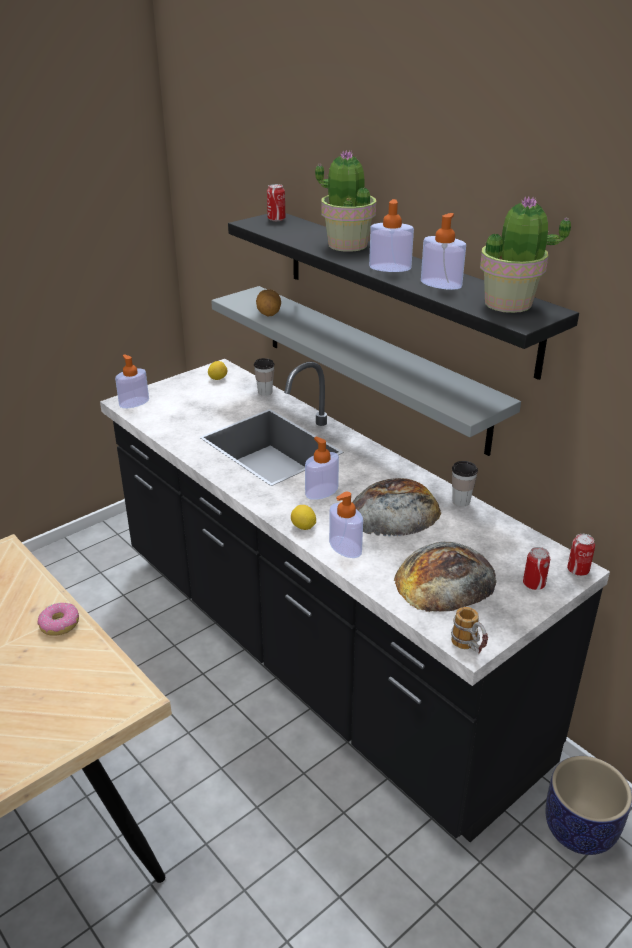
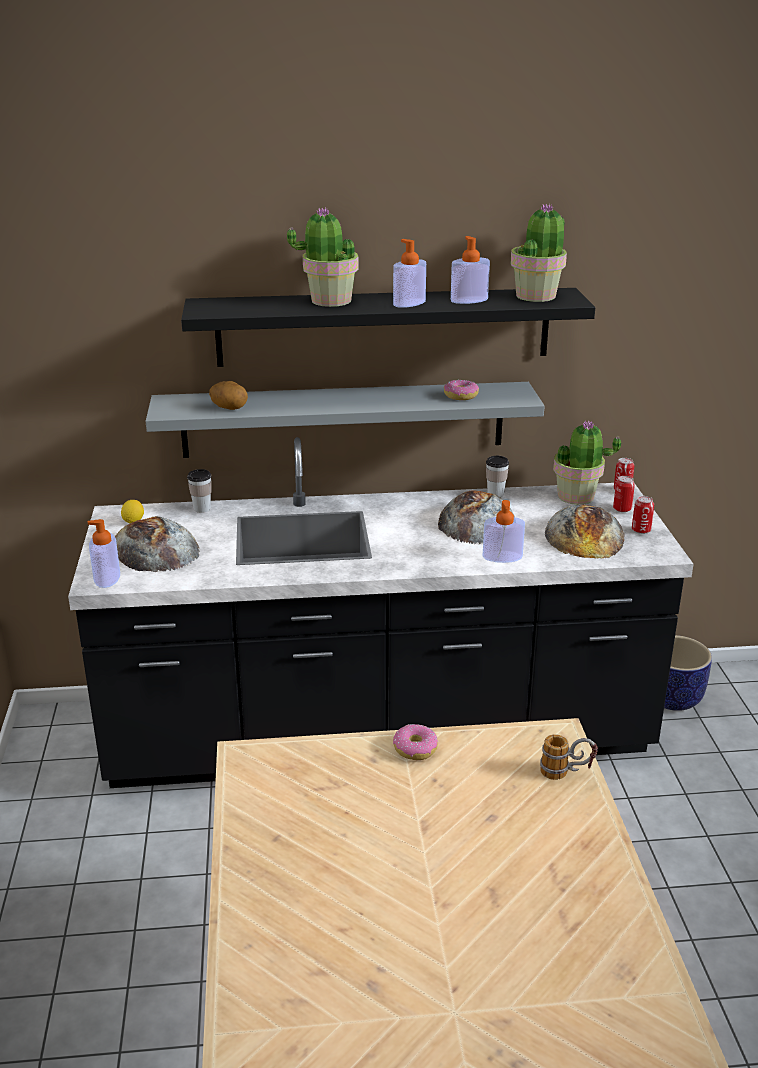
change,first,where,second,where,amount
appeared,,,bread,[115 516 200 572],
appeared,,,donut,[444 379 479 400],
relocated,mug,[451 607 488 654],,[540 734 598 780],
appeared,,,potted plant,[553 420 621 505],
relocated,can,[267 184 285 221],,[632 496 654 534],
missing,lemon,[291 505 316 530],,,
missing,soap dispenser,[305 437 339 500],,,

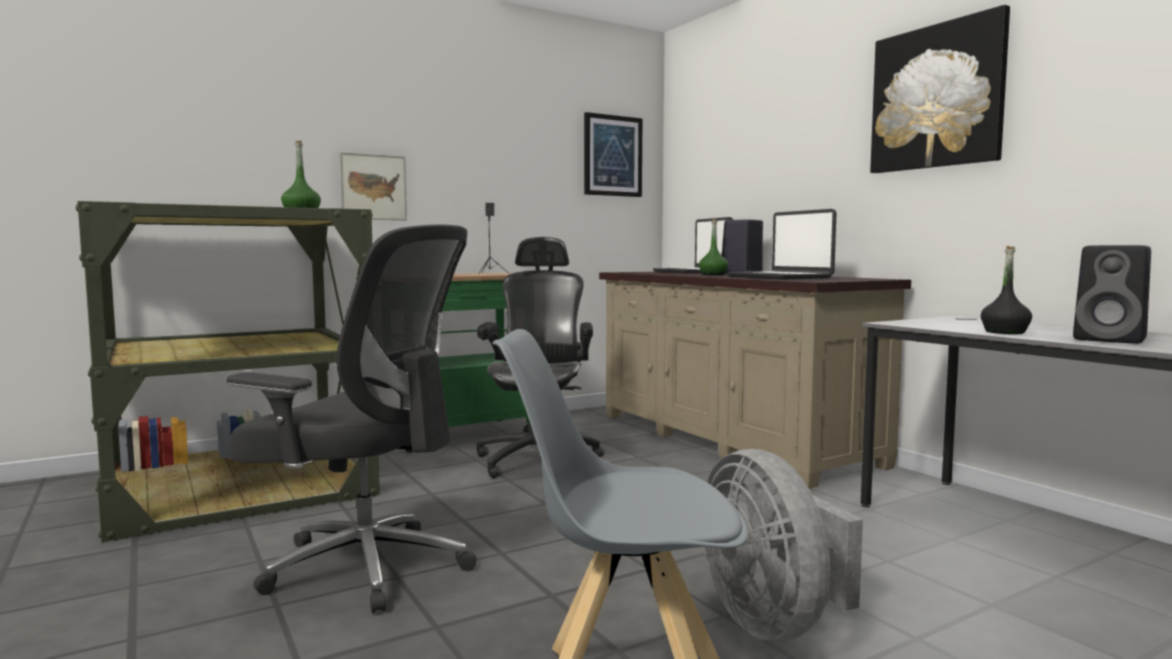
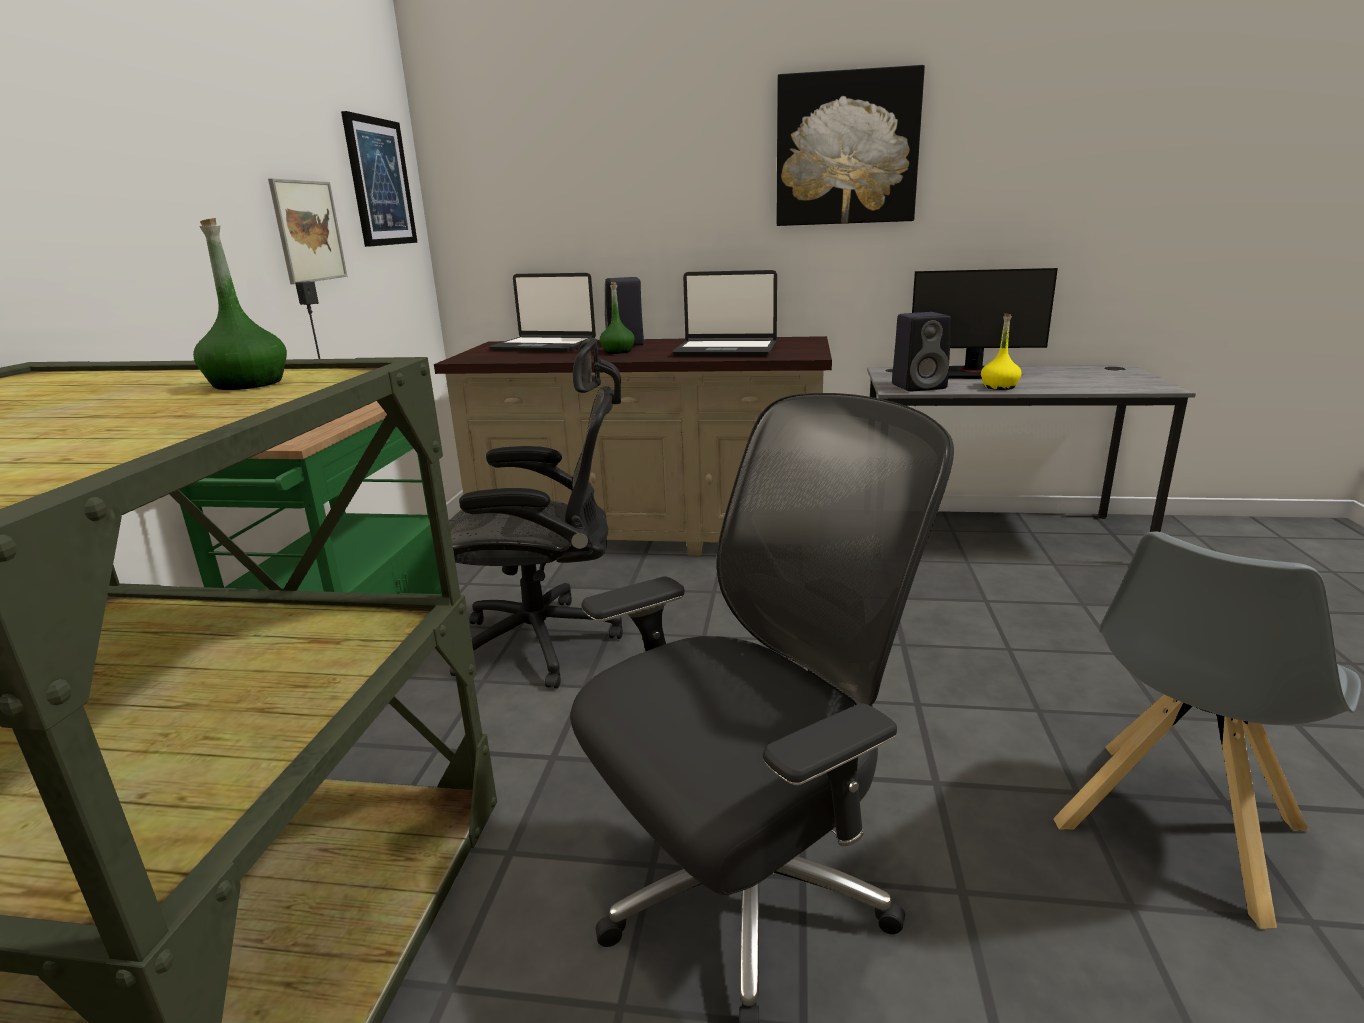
change,first,where,second,where,amount
relocated,picture,[339 152 407 220],,[268 178 347 284],
spun,office chair,[476 237 605 478],,[450 338 623 688],135 degrees clockwise
relocated,speaker/black,[1073 245 1151 344],,[892 312 951 392],
appeared,,,monitor,[912 268 1058 379],
colour,bottle/black,[981 246 1032 334],bottle/yellow,[981 313 1021 390],
missing,fan/grey,[704 449 863 642],,,

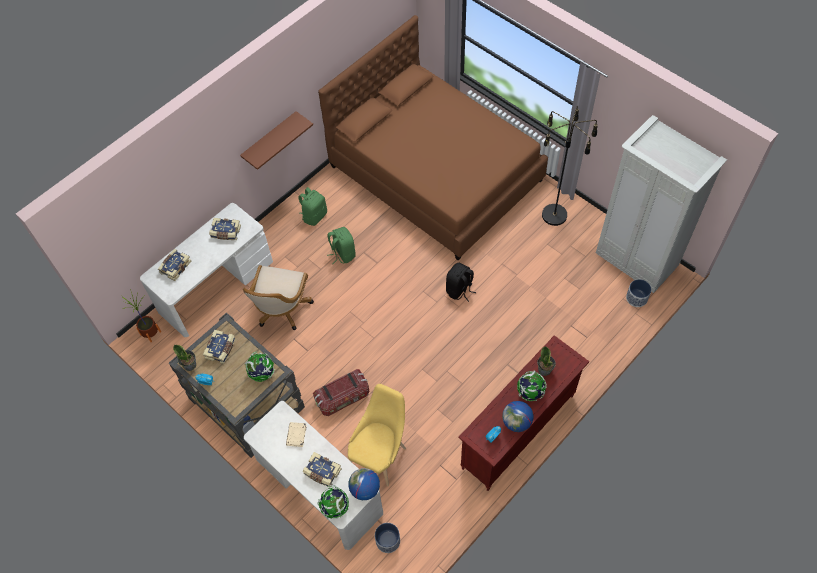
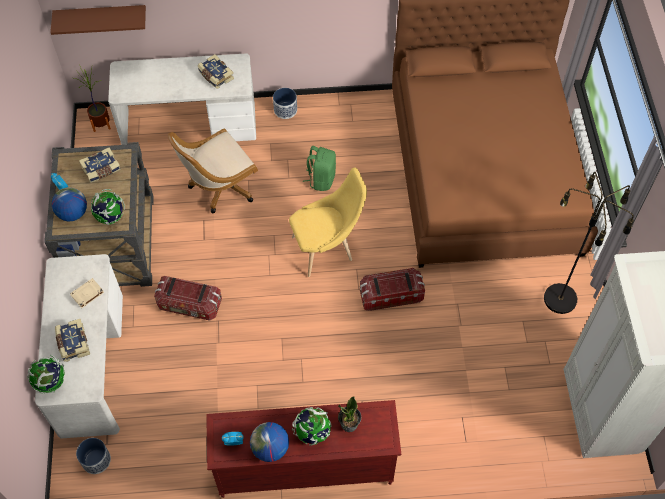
change,first,where,second,where,amount
relocated,shelf/brown,[240 111 313 170],,[50 5 146 35],
relocated,globe,[348 468 380 500],,[52 187 87 221],
relocated,planter,[626 279 651 307],,[273 88 297 119],
relocated,chair/yellow,[348 384 406 487],,[289 167 367 277],
exchanged,backpack/black,[446 263 476 302],storage box,[360 268 425 311],
missing,book,[158 249 191 281],,,
missing,potted plant,[173 344 196 371],,,
missing,backpack/green,[298 187 327 226],,,

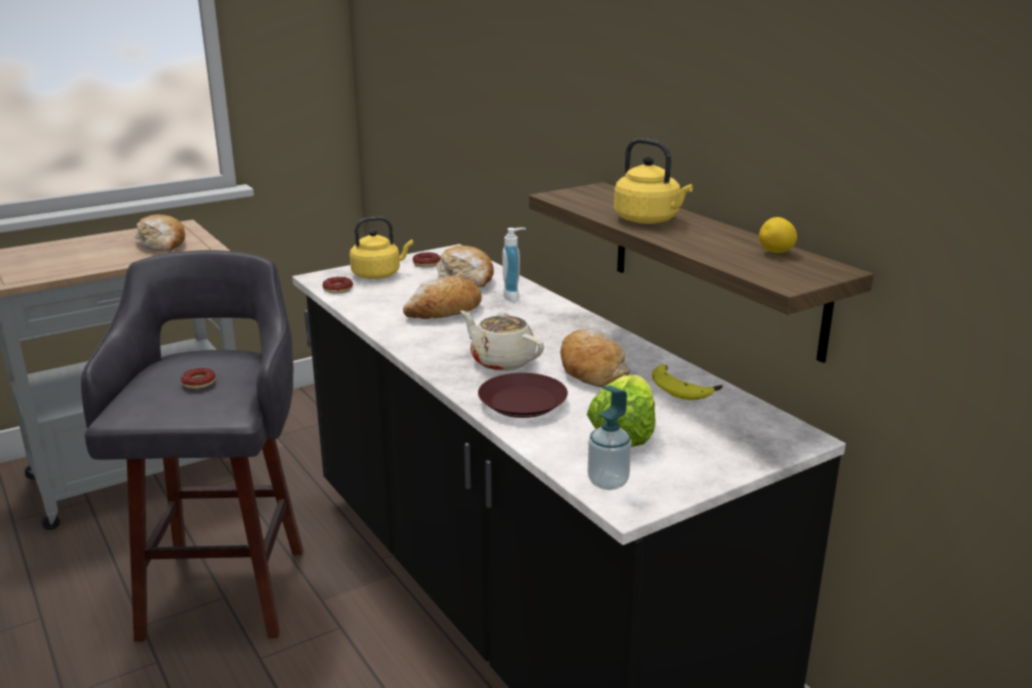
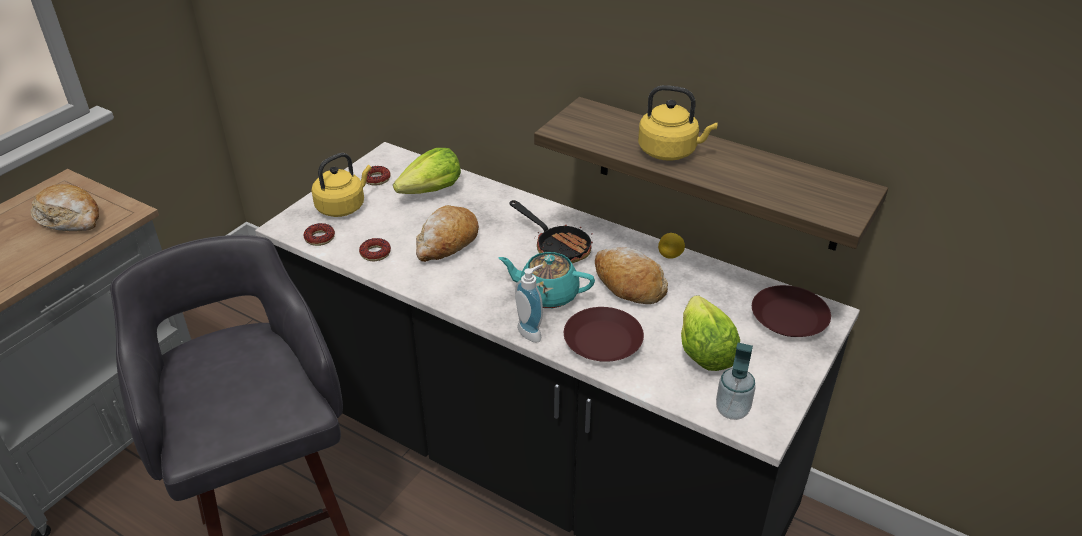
change,first,where,second,where,amount
relocated,donut,[181 368 216 389],,[359 238 391 261],
exchanged,bread,[436 245 494 287],lettuce,[393 148 461 194],
colour,teapot/beige,[460 311 544 371],teapot/turquoise,[498 252 595 308],
appeared,,,frying pan,[510 200 593 263],
relocated,soap dispenser,[502 228 526 302],,[515 264 543 343],
relocated,lemon,[759 217 797 253],,[658 233 685 259],
appeared,,,plate/brown,[752 285 831 337],
missing,banana,[652 364 723 400],,,

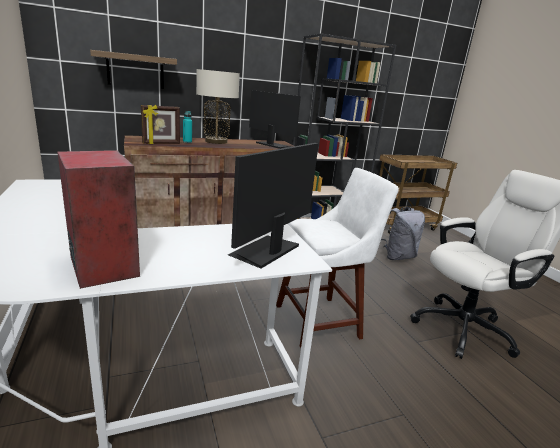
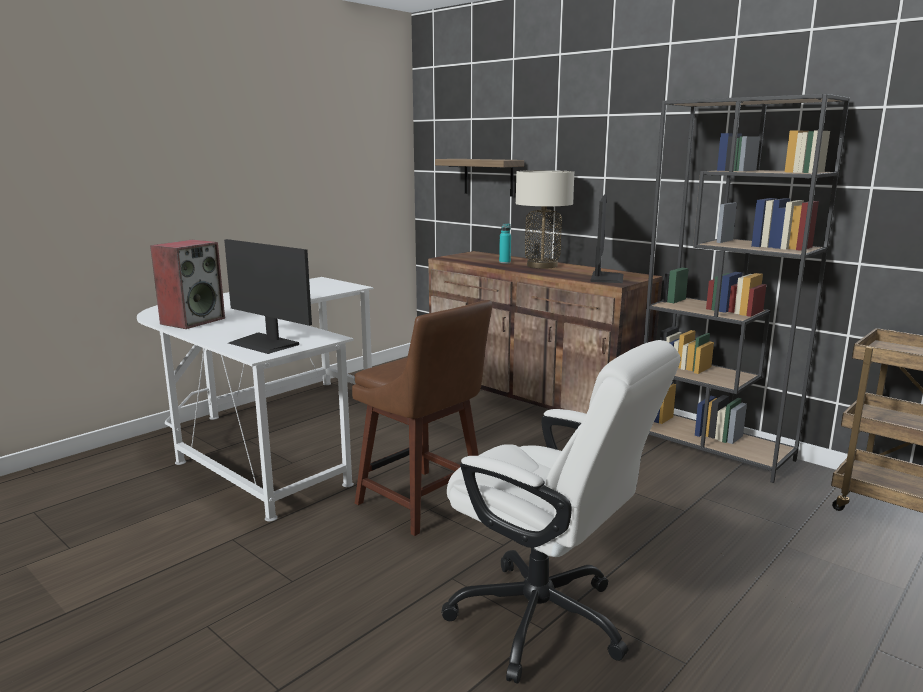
change,first,where,second,where,amount
spun,monitor,[228 143 319 269],,[224 239 312 354],150 degrees counterclockwise
colour,chair/white,[276 168 399 347],chair/brown,[352 300 492 536],
missing,picture frame,[141 105 180 144],,,
missing,backpack/grey,[381 207 425 260],,,

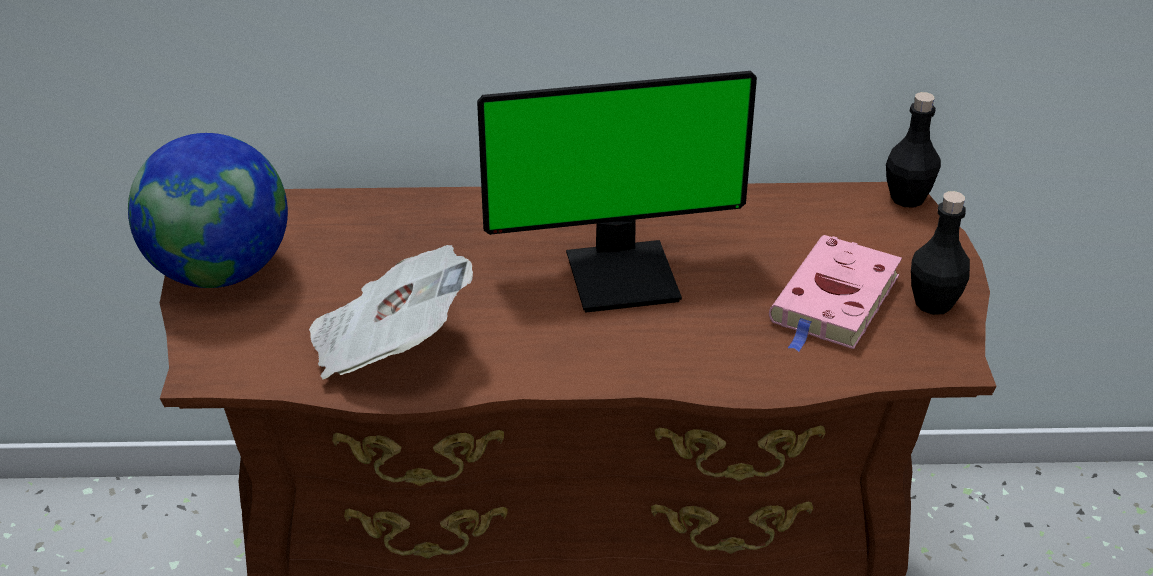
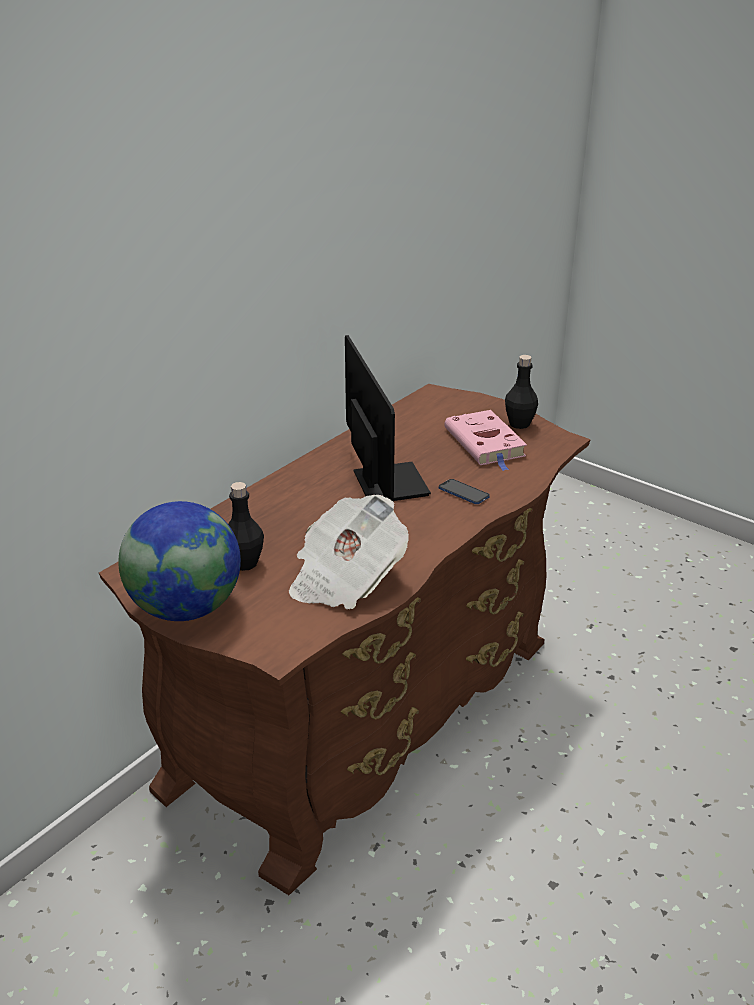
change,first,where,second,where,amount
relocated,bottle/black,[886 92 941 208],,[228 482 264 571],
spun,monitor,[477 71 757 313],,[345 335 431 502],45 degrees counterclockwise
appeared,,,phone,[439 479 490 504],

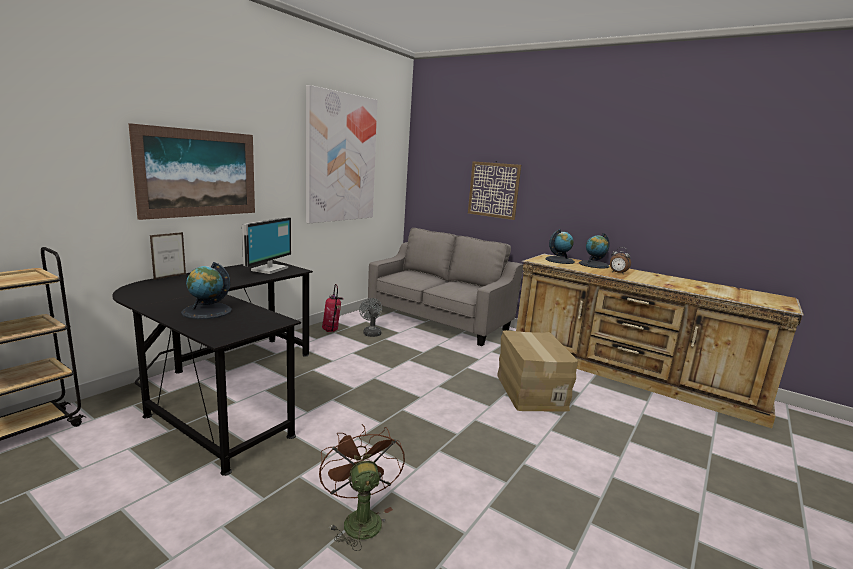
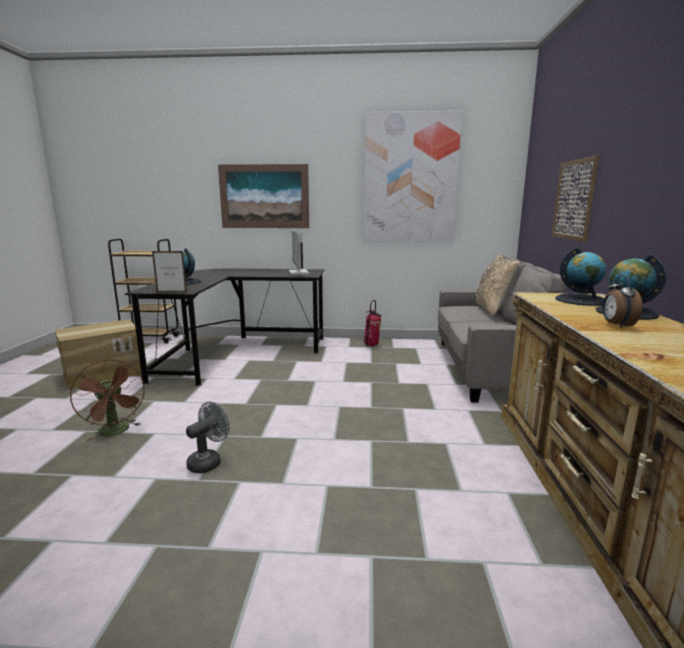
change,first,where,second,where,amount
relocated,cardboard box,[497 330 578 412],,[55 319 141 389],
spun,fan/brown,[319 424 405 551],,[70 359 145 441],105 degrees clockwise
relocated,picture frame,[150 232 186 280],,[152 251 187 293],
relocated,fan/grey,[359 298 382 337],,[186 402 229 473],
spun,monitor,[242 217 291 274],,[289 231 309 275],90 degrees counterclockwise
appeared,,,pillow/beige,[476 254 520 315],

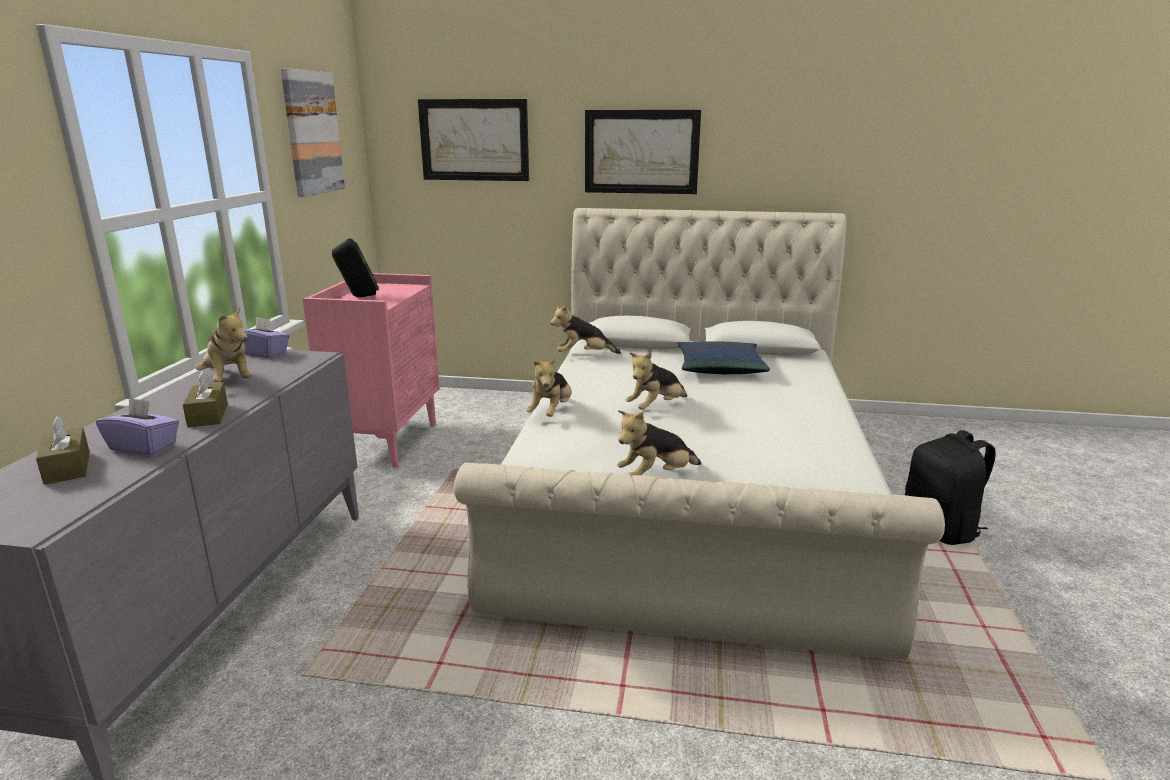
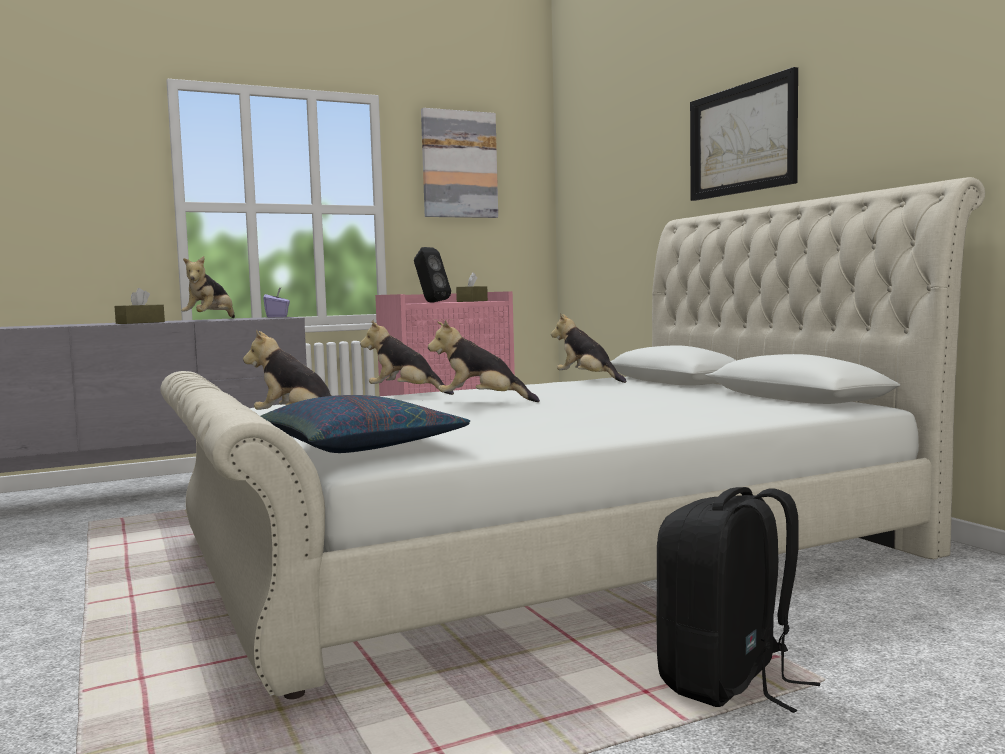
change,first,where,second,where,amount
relocated,pillow/blue,[677 341 770 374],,[260 395 470 453],
spun,plush toy,[526 357 572 417],,[360 321 454 395],45 degrees clockwise
relocated,tissue box/brown,[36 416 90 485],,[456 272 488 302],
missing,tissue box/purple,[96 398 179 456],,,
missing,picture,[418 99 529 181],,,

